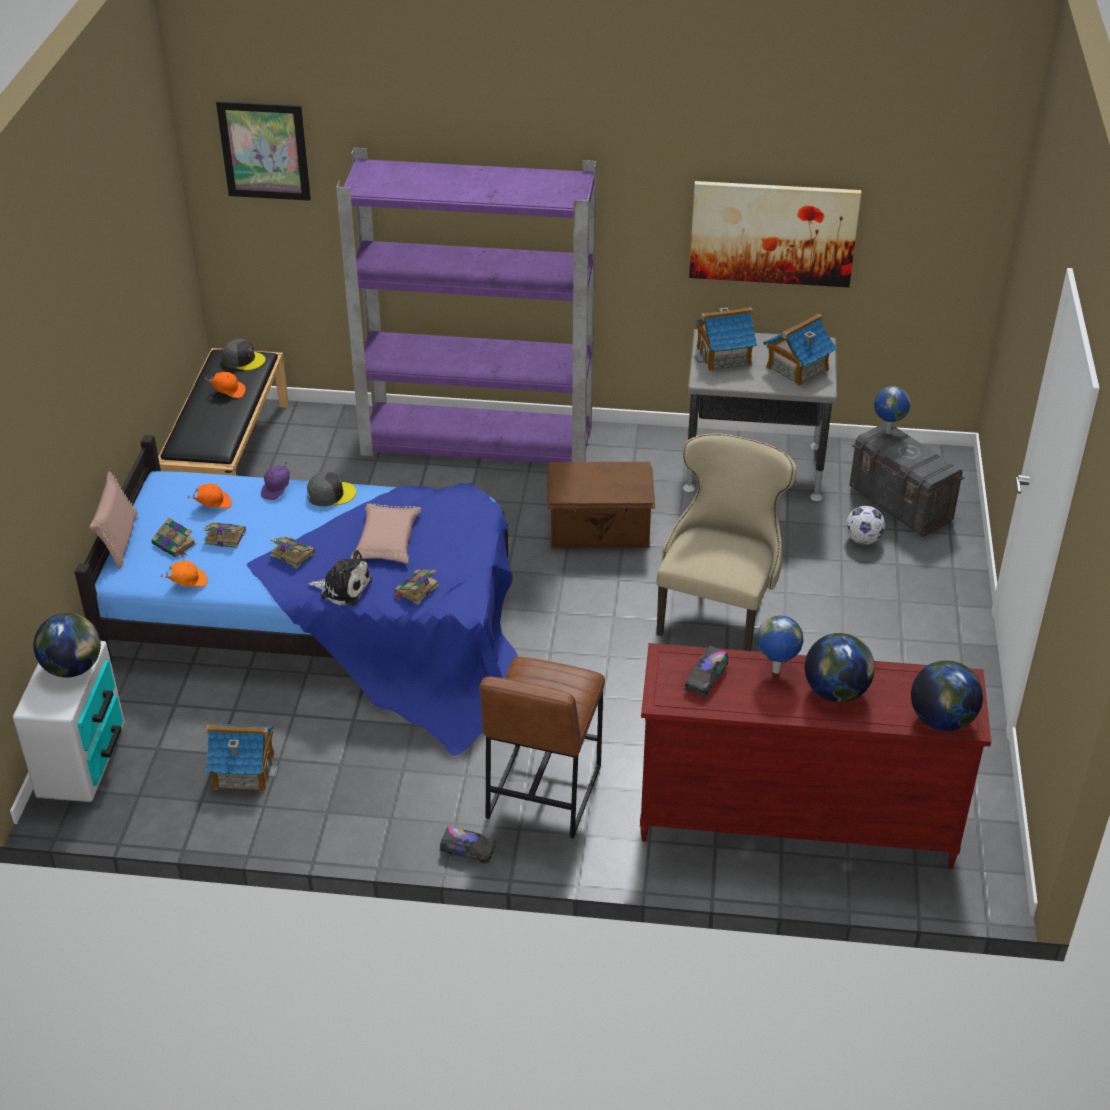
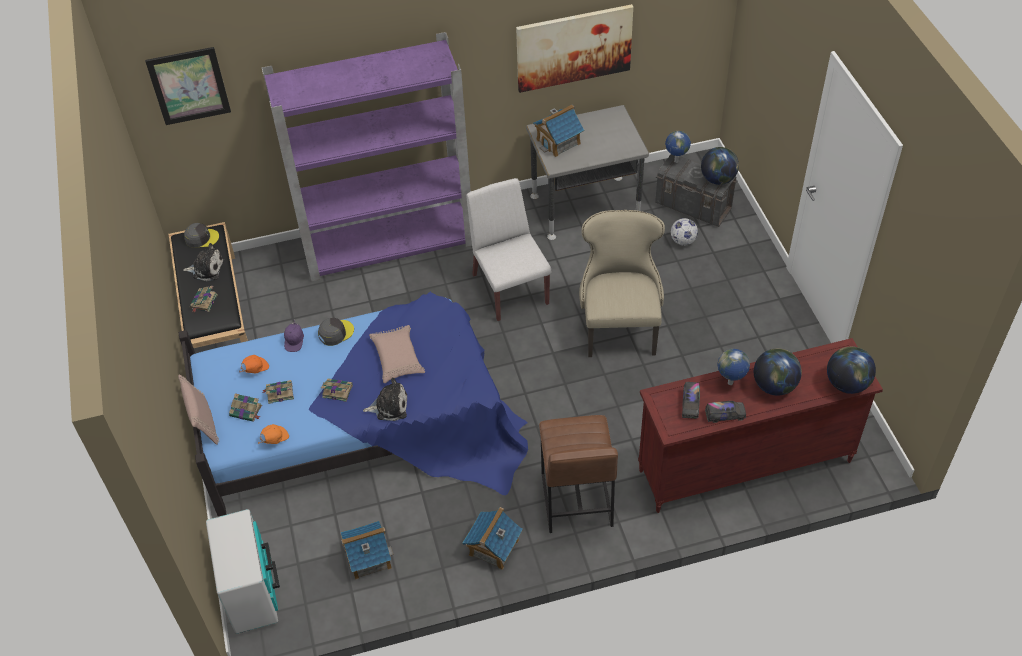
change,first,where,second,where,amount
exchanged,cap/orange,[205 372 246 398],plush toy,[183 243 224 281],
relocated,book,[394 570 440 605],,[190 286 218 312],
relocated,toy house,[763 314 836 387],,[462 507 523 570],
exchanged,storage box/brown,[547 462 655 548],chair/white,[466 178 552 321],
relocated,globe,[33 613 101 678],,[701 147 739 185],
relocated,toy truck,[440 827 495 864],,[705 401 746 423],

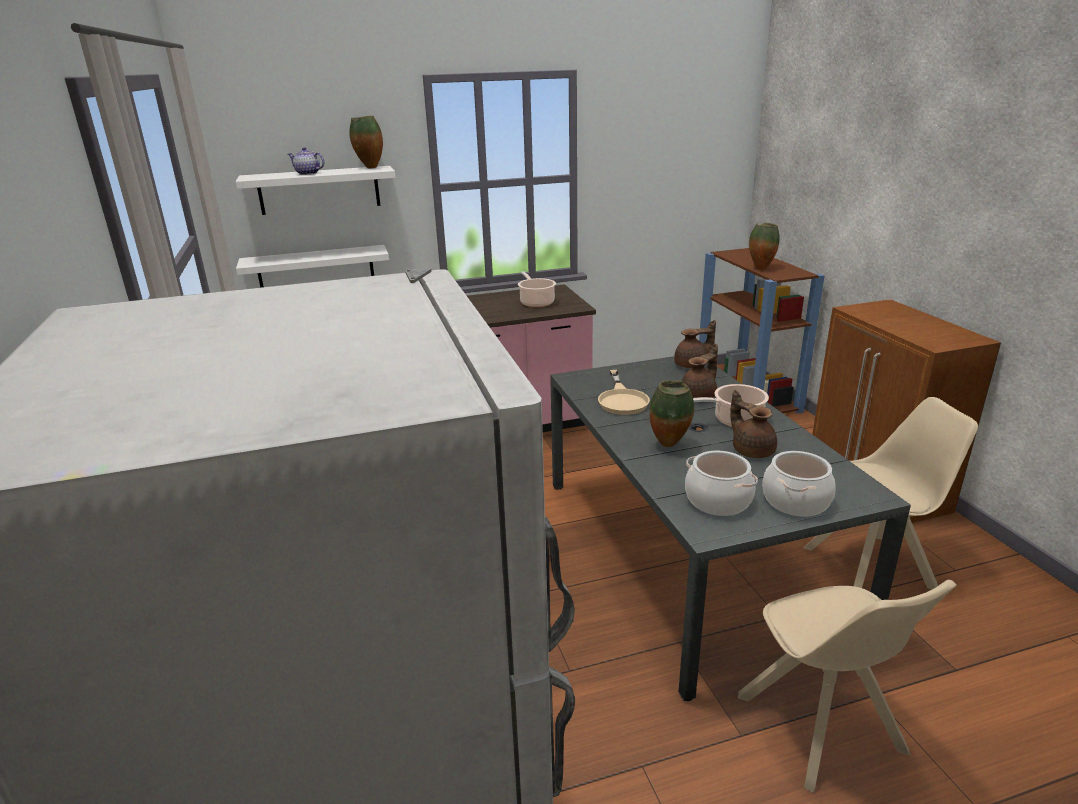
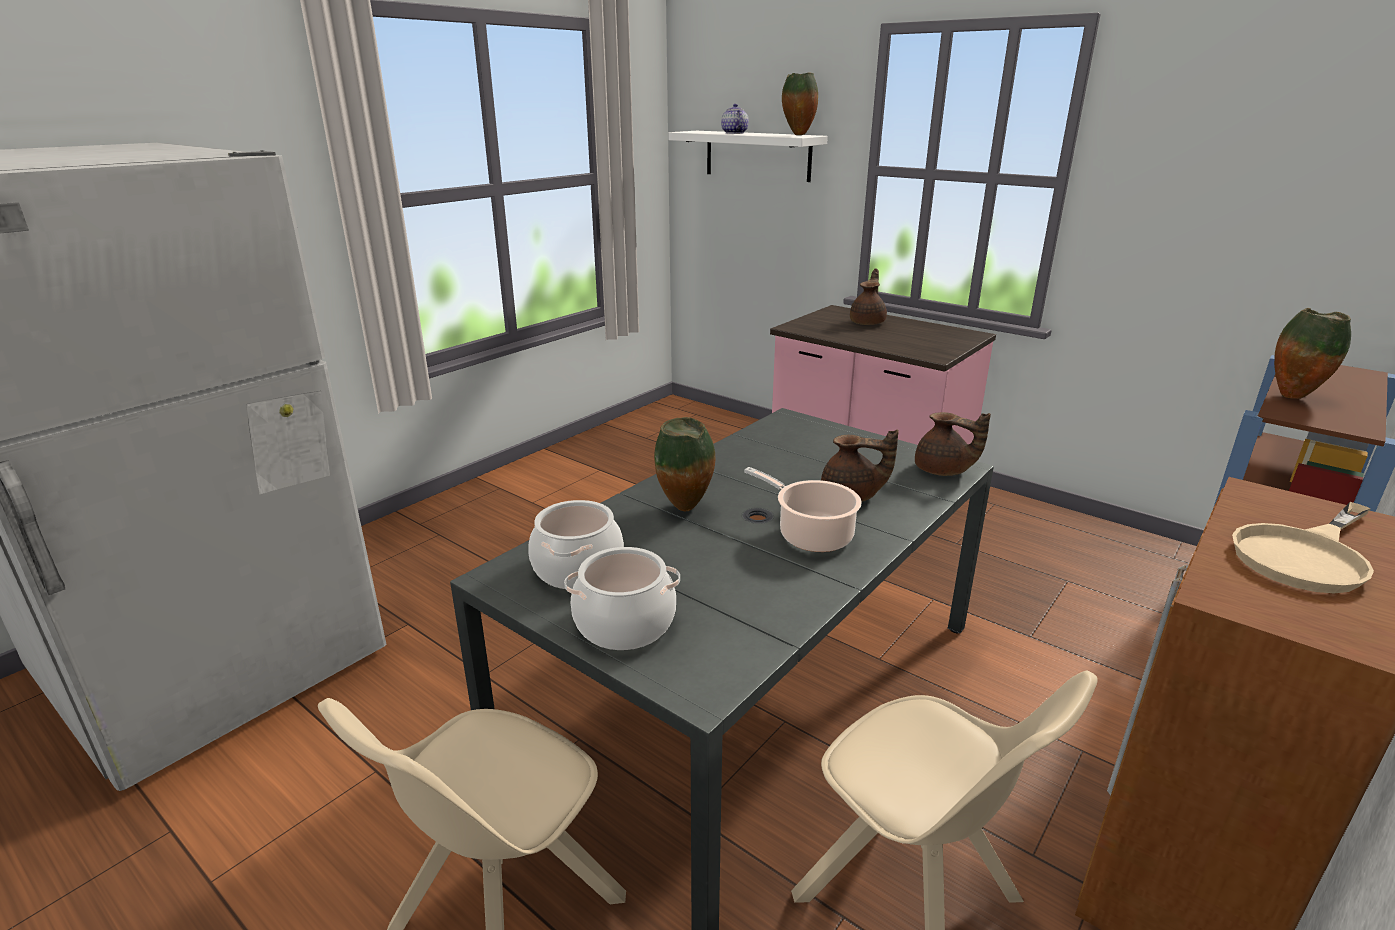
change,first,where,second,where,amount
relocated,teapot/brown,[730 390 777 458],,[850 268 887 325],
relocated,frying pan/beige,[598 370 650 415],,[1232 502 1374 593],
missing,shelf/white,[236 245 389 287],,,
missing,cooking pot,[518 271 556 307],,,

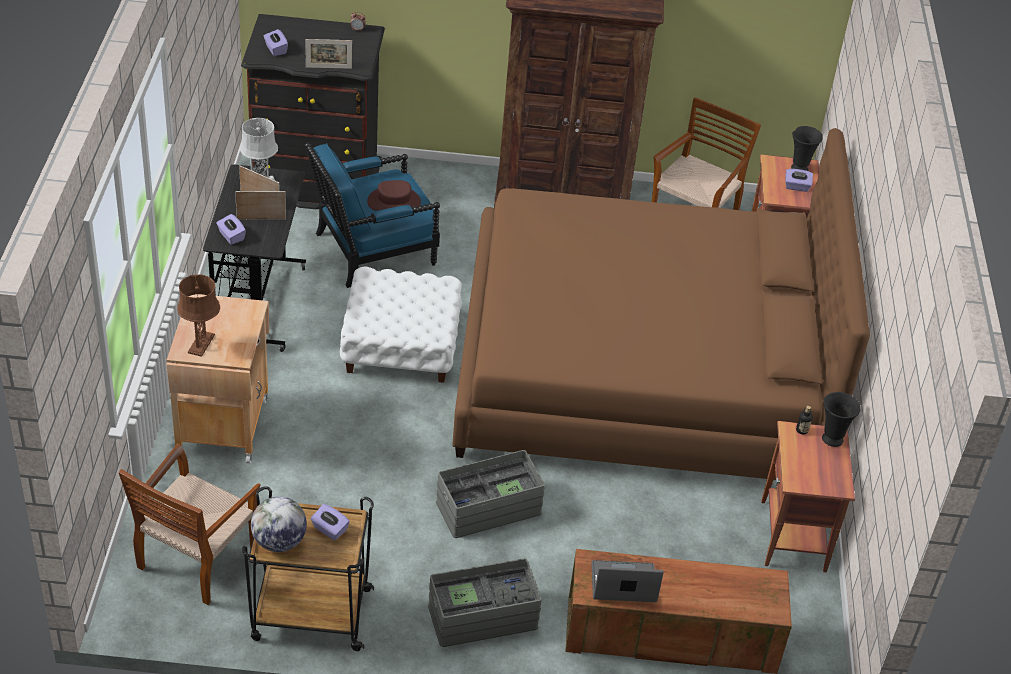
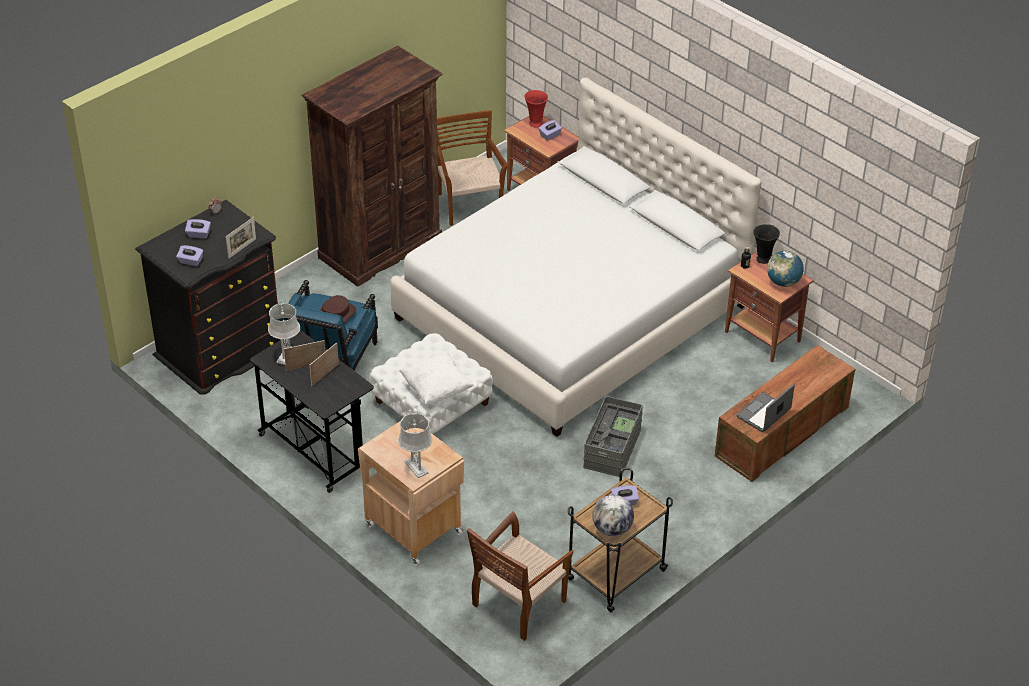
change,first,where,second,where,amount
relocated,tissue box/purple,[217 214 246 245],,[185 219 211 239],
colour,bed/brown,[452 128 870 480],bed/white,[391 78 762 437],
colour,table lamp/brown,[177 274 220 357],table lamp/grey,[398 413 432 478],
appeared,,,pillow/white,[399 351 474 405],
spun,armchair/brown,[118 444 261 605],,[467 511 574 641],60 degrees clockwise
colour,vase/black,[791 126 823 171],vase/red,[524 90 548 128],
appeared,,,globe,[767 251 804 287],
missing,storage box/grey,[428 558 542 647],,,

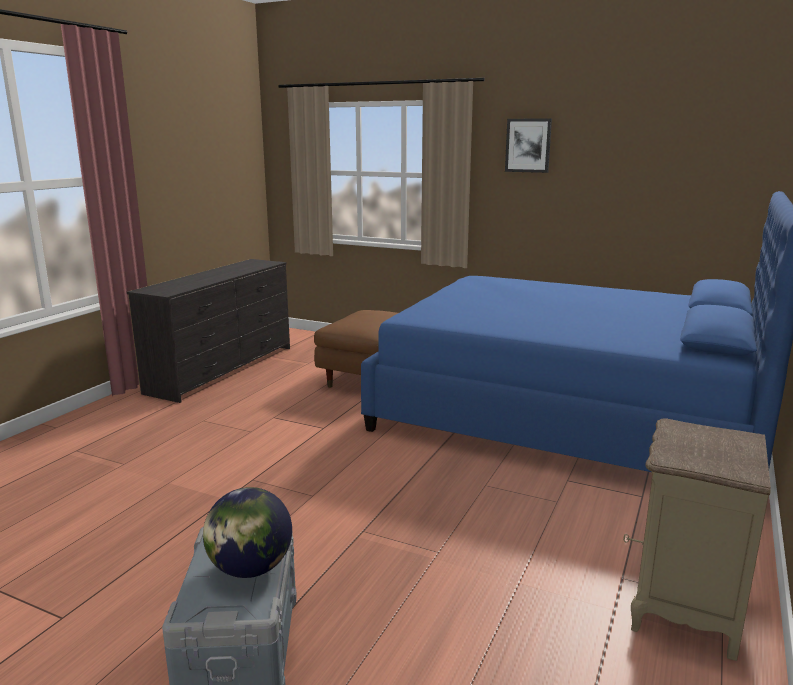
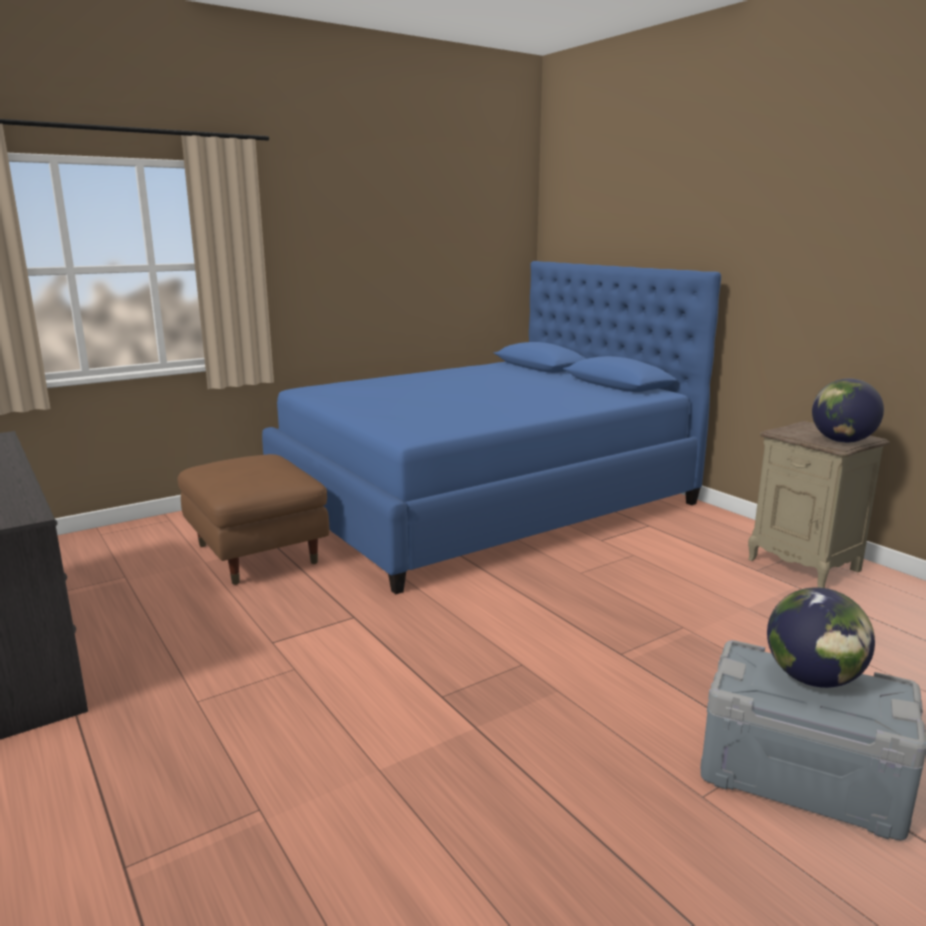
change,first,where,second,where,amount
appeared,,,globe,[812 378 884 443],
missing,picture,[505 118 552 173],,,

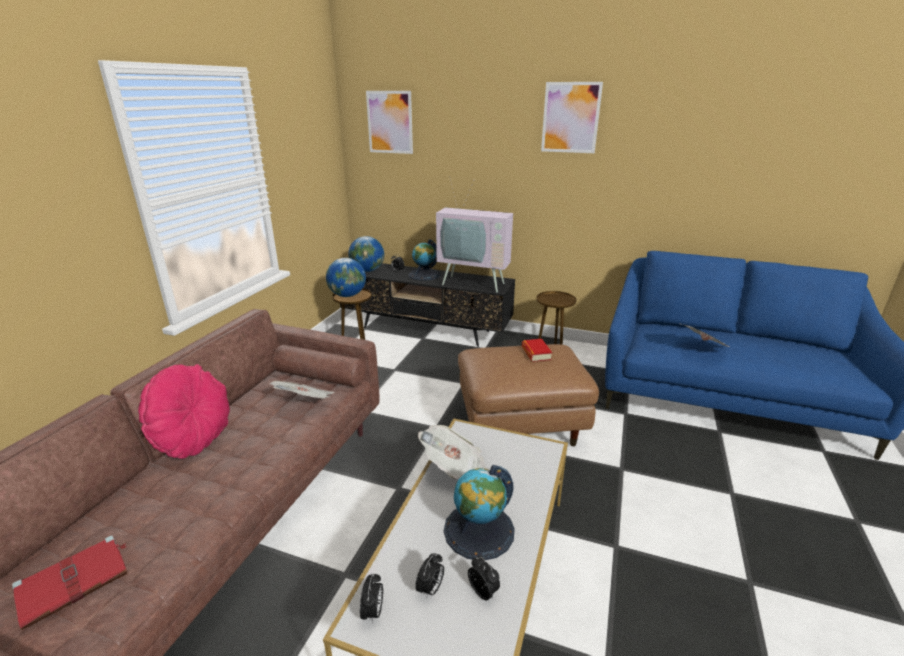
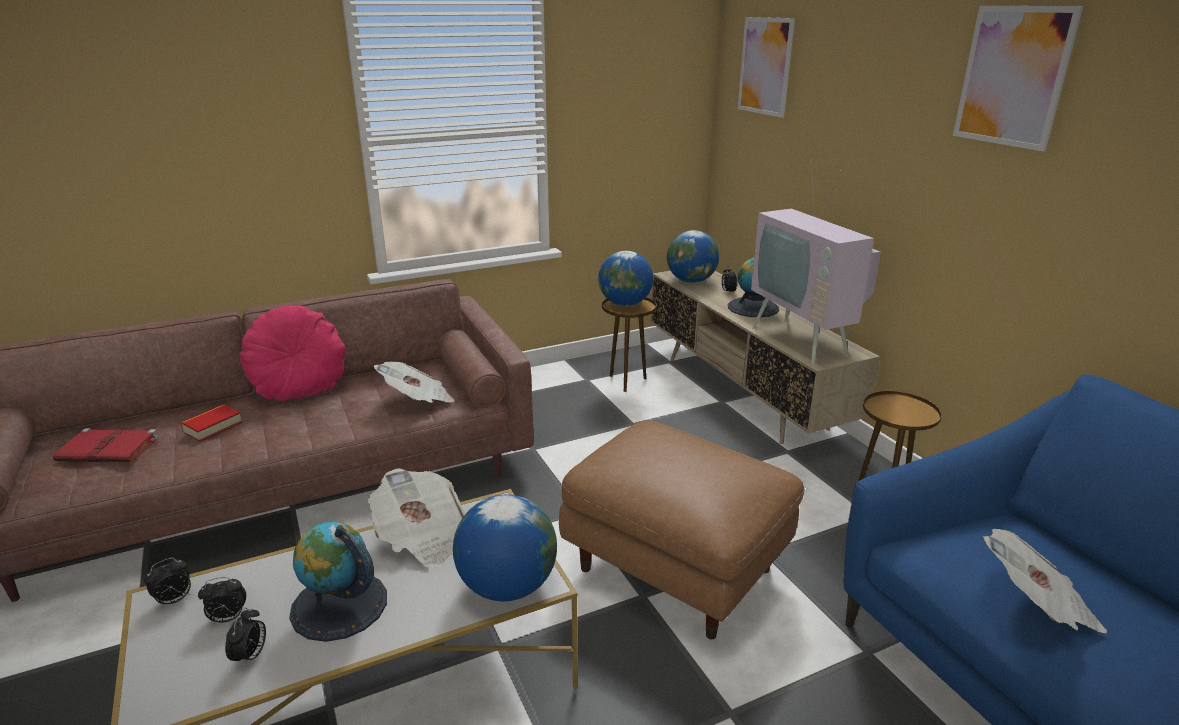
change,first,where,second,where,amount
relocated,book,[522 339 552 362],,[181 404 242 442],
appeared,,,globe,[453 495 557 601],
colour,tv stand/black,[340 263 515 347],tv stand/beige,[651 270 880 444],

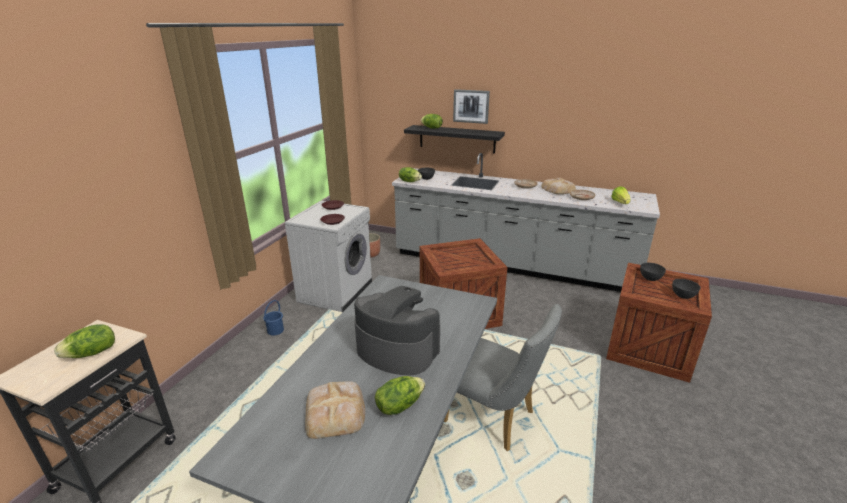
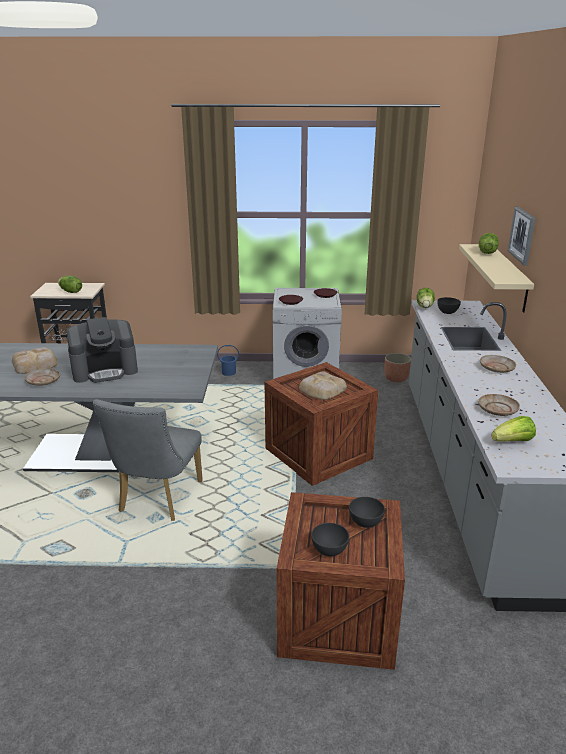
change,first,where,second,where,amount
exchanged,lettuce,[375 376 425 415],plate/beige,[25 368 60 386],
spun,coffee machine,[354 286 440 376],,[66 317 138 383],60 degrees clockwise
relocated,bread,[541 178 576 194],,[299 372 347 400],
colour,shelf/black,[404 125 505 154],shelf/beige,[459 244 534 313],

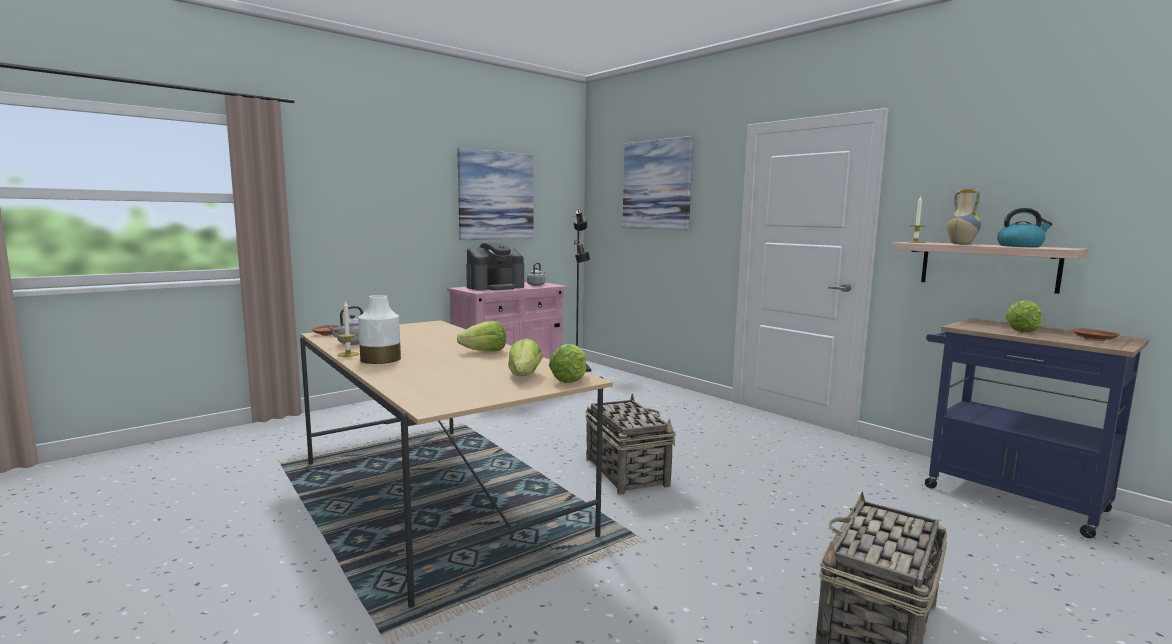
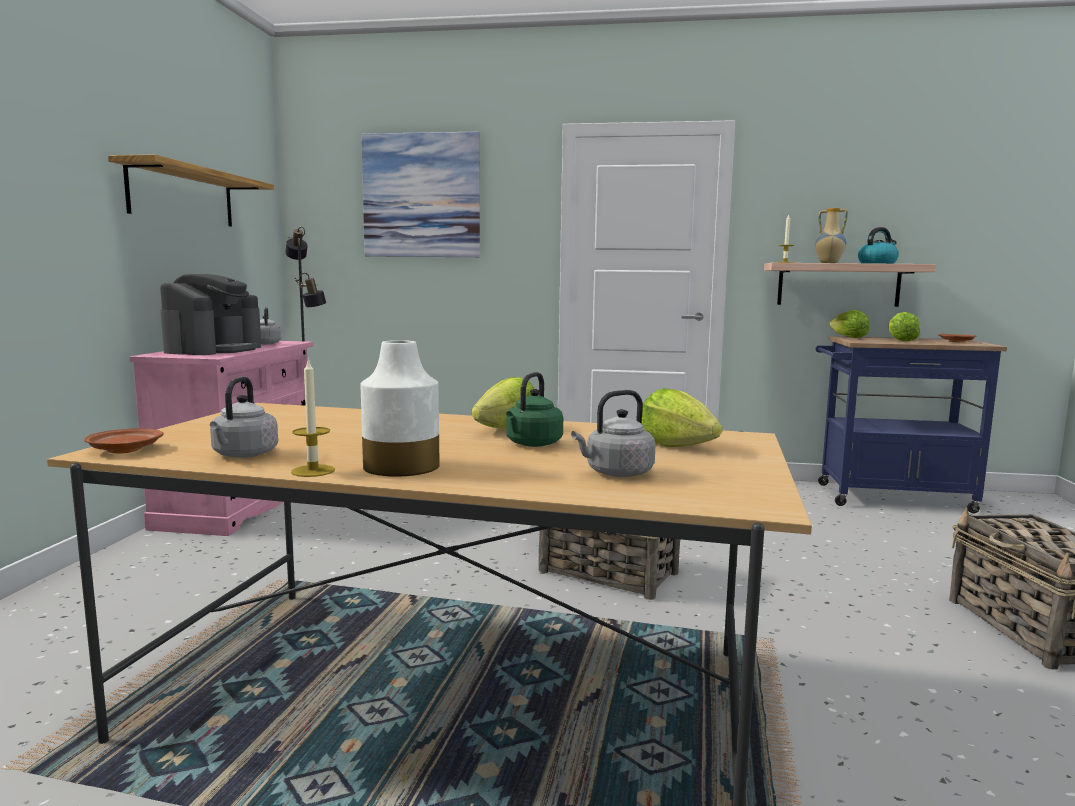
change,first,where,second,where,amount
exchanged,picture,[457 148 534 240],shelf,[108 155 274 227],
appeared,,,kettle/green,[506 372 563 447],
appeared,,,kettle/grey,[571 390 656 477],
relocated,lettuce,[549 344 586 383],,[829 310 870 338],

